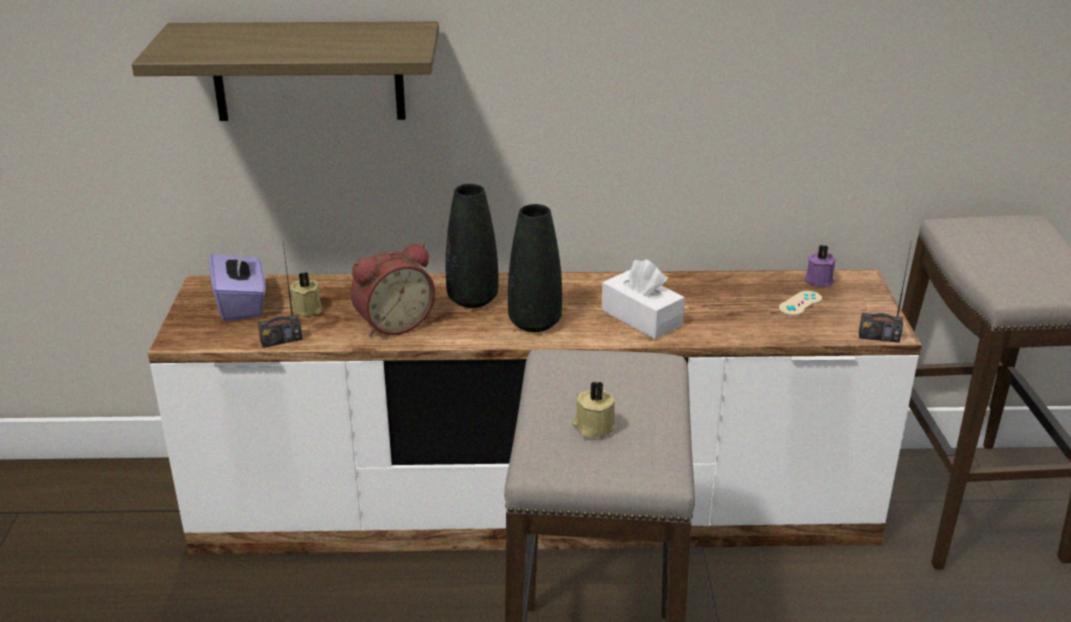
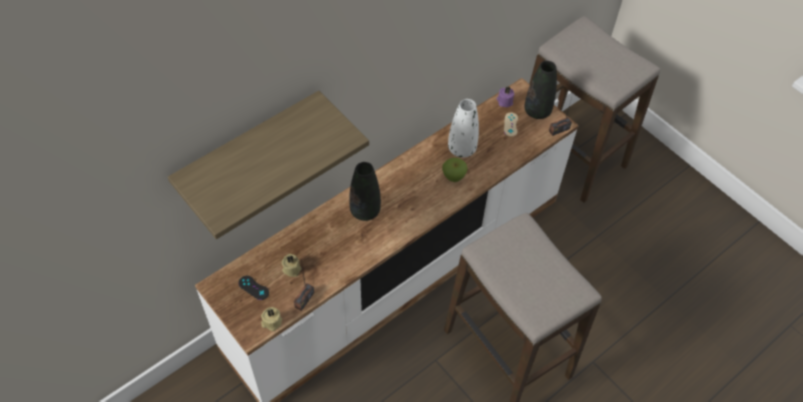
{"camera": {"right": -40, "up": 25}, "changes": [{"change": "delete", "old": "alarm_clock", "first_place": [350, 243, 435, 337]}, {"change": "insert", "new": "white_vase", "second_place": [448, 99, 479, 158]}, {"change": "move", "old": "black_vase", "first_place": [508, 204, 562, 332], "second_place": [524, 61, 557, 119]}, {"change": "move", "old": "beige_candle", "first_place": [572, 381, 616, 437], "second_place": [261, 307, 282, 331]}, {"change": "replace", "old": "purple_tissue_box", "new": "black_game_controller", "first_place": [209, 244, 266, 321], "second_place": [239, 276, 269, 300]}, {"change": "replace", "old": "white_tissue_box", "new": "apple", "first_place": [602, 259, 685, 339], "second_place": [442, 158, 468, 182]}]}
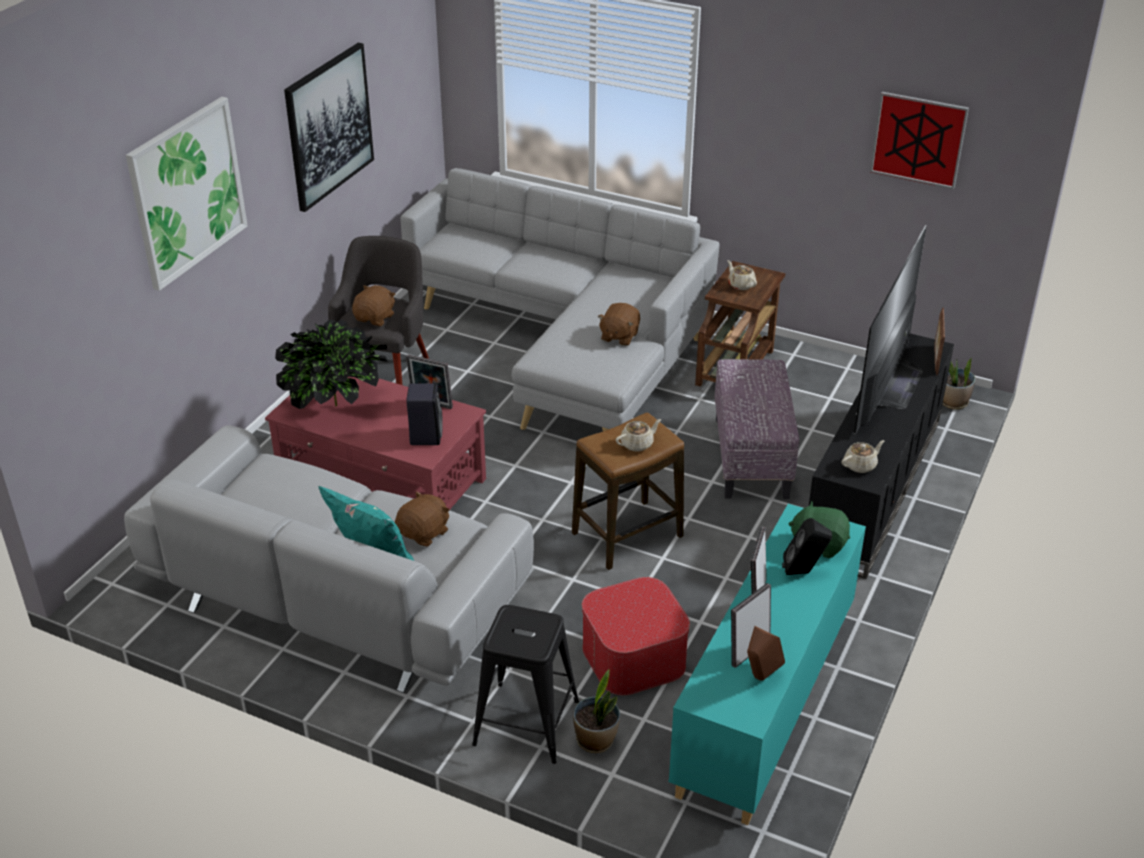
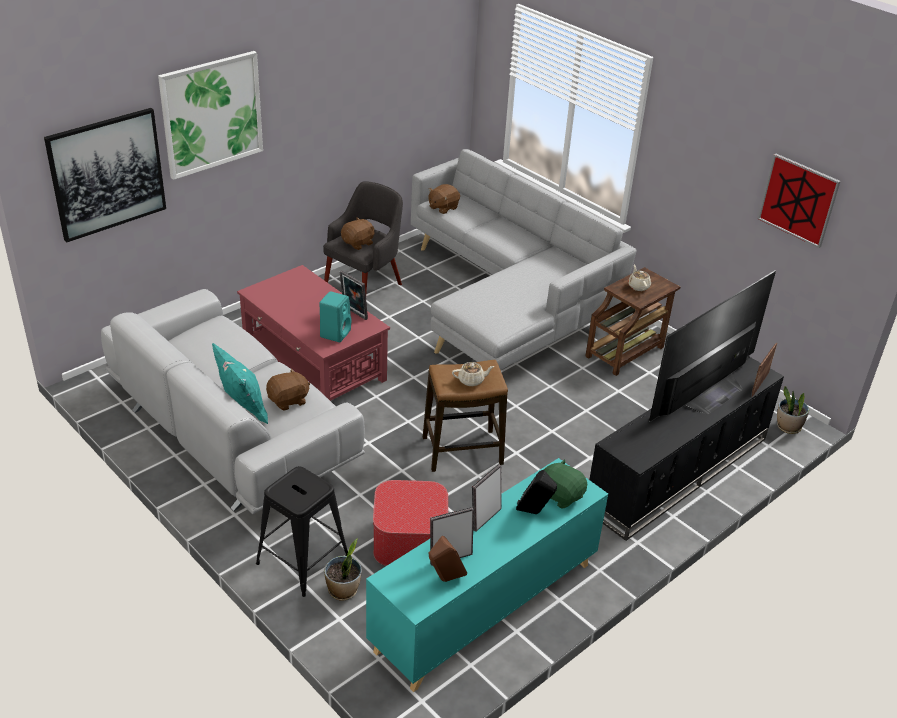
{"camera": {"right": 20, "up": 0}, "changes": [{"change": "delete", "old": "potted_plant", "first_place": [275, 319, 388, 409]}, {"change": "delete", "old": "ottoman", "first_place": [715, 359, 799, 499]}, {"change": "delete", "old": "beige_teapot", "first_place": [841, 440, 885, 473]}, {"change": "move", "old": "picture", "first_place": [284, 43, 374, 212], "second_place": [44, 108, 166, 242]}, {"change": "move", "old": "brown_plush_toy", "first_place": [598, 303, 640, 346], "second_place": [428, 184, 460, 214]}, {"change": "recolor", "old": "black_speaker", "new": "turquoise_speaker", "first_place": [406, 383, 443, 445], "second_place": [319, 291, 352, 342]}]}
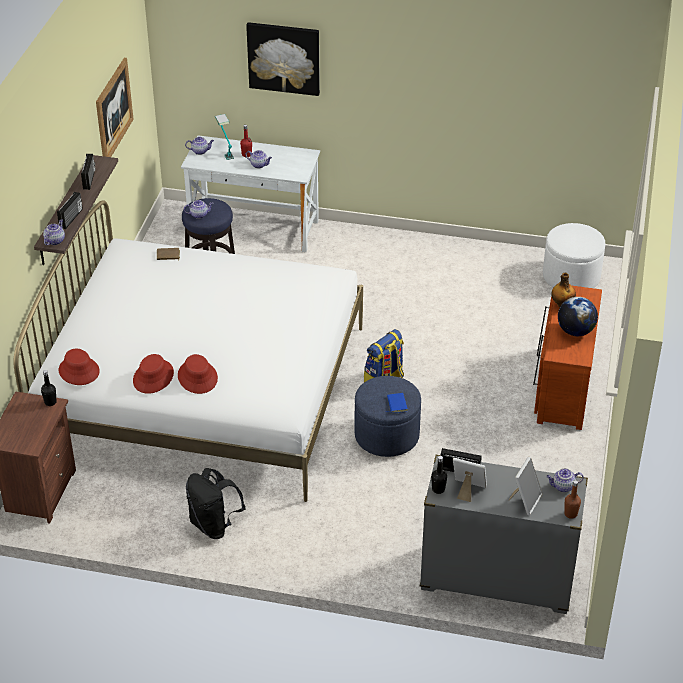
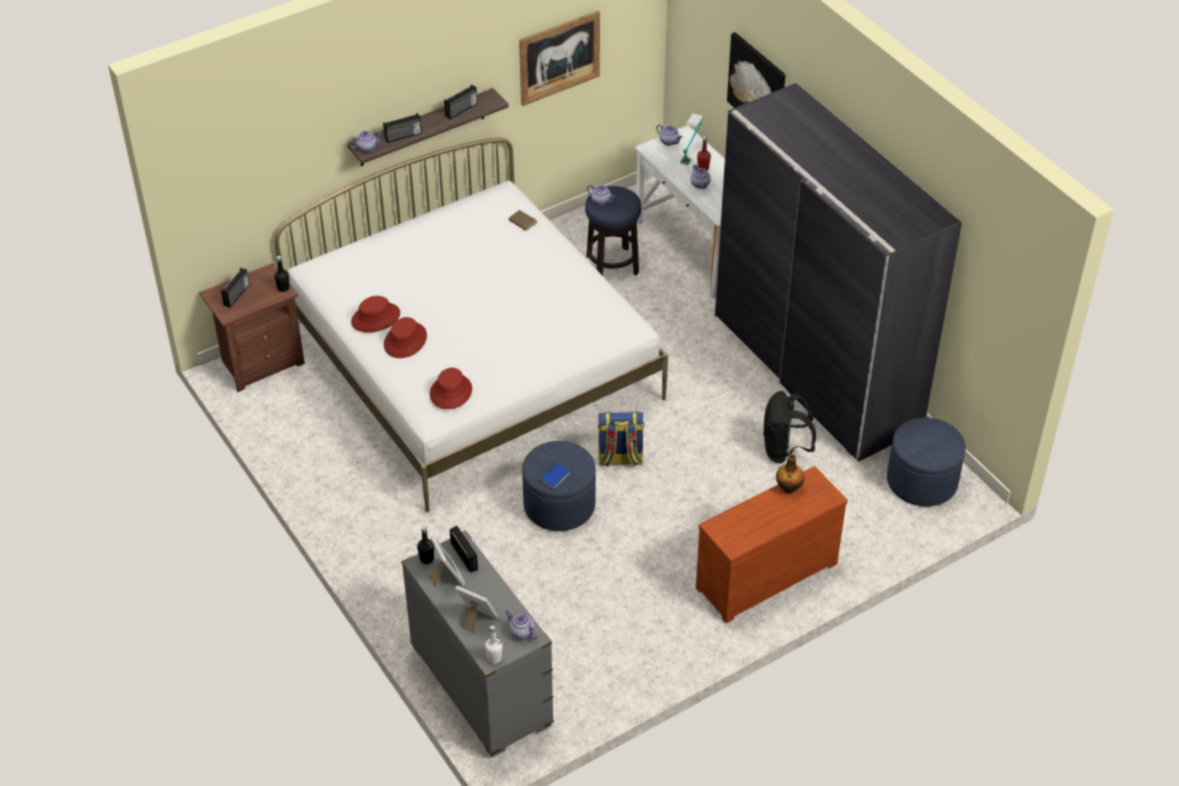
{"camera": {"right": 45, "up": 5}, "changes": [{"change": "delete", "old": "globe", "first_place": [558, 297, 598, 336]}, {"change": "insert", "new": "radio", "second_place": [221, 268, 250, 308]}, {"change": "insert", "new": "grey_wardrobe", "second_place": [715, 83, 962, 462]}, {"change": "move", "old": "red_hat", "first_place": [59, 349, 100, 385], "second_place": [430, 368, 472, 409]}, {"change": "move", "old": "black_backpack", "first_place": [186, 468, 246, 539], "second_place": [763, 391, 816, 464]}, {"change": "recolor", "old": "white_ottoman", "new": "blue_ottoman", "first_place": [543, 223, 606, 288], "second_place": [887, 417, 966, 506]}, {"change": "recolor", "old": "brown_bottle", "new": "white_bottle", "first_place": [564, 480, 581, 519], "second_place": [485, 625, 503, 664]}, {"change": "rotate", "old": "picture_frame", "first_place": [508, 457, 542, 515], "second_place": [455, 586, 498, 634], "degrees": -135}]}
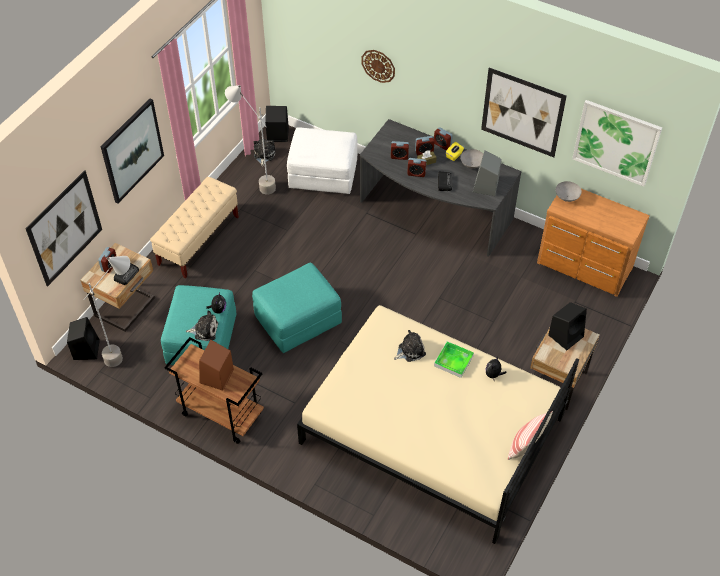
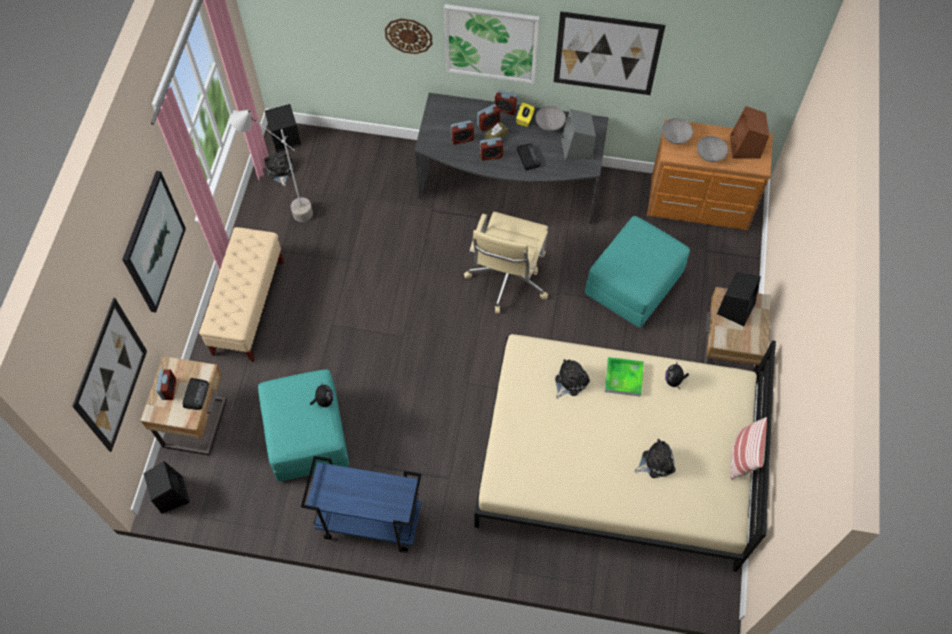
{"camera": {"right": -20, "up": 10}, "changes": [{"change": "delete", "old": "grey_floor_lamp", "first_place": [84, 256, 130, 367]}, {"change": "delete", "old": "white_ottoman", "first_place": [287, 127, 357, 194]}, {"change": "insert", "new": "beige_office_chair", "second_place": [464, 212, 548, 313]}, {"change": "insert", "new": "grey_bowl", "second_place": [697, 136, 728, 162]}, {"change": "move", "old": "plush_toy", "first_place": [186, 310, 218, 341], "second_place": [635, 439, 676, 478]}, {"change": "move", "old": "brown_speaker", "first_place": [199, 340, 234, 390], "second_place": [730, 106, 769, 159]}, {"change": "move", "old": "turquoise_ottoman", "first_place": [252, 263, 342, 353], "second_place": [585, 216, 690, 328]}, {"change": "move", "old": "picture", "first_place": [572, 100, 662, 187], "second_place": [444, 4, 540, 84]}, {"change": "recolor", "old": "brown_cart", "new": "blue_cart", "first_place": [164, 337, 264, 444], "second_place": [301, 456, 422, 553]}]}
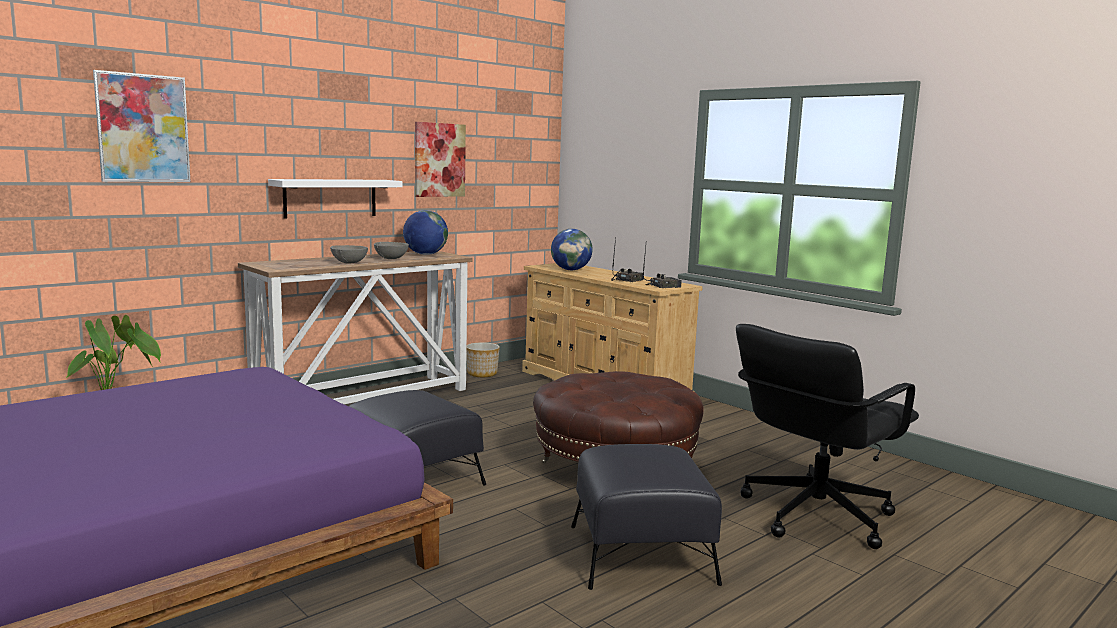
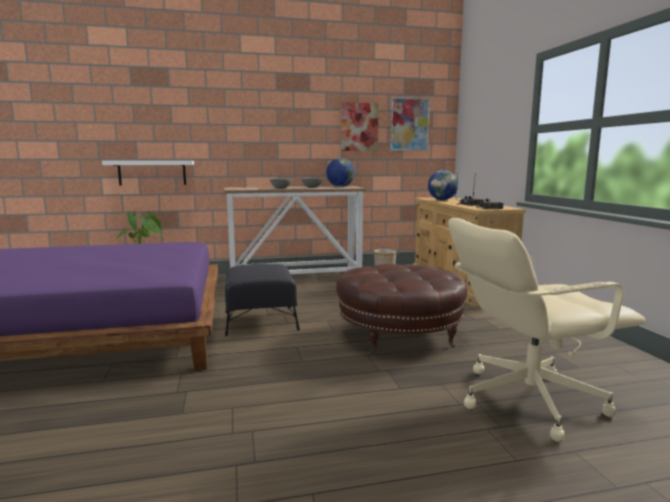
{"camera": {"right": 30, "up": 0}, "changes": [{"change": "delete", "old": "black_ottoman", "first_place": [571, 444, 722, 590]}, {"change": "move", "old": "picture", "first_place": [93, 70, 191, 182], "second_place": [390, 97, 430, 151]}, {"change": "move", "old": "white_shelf", "first_place": [268, 179, 403, 218], "second_place": [102, 161, 194, 185]}, {"change": "recolor", "old": "black_office_chair", "new": "beige_office_chair", "first_place": [736, 324, 919, 549], "second_place": [448, 218, 645, 442]}]}
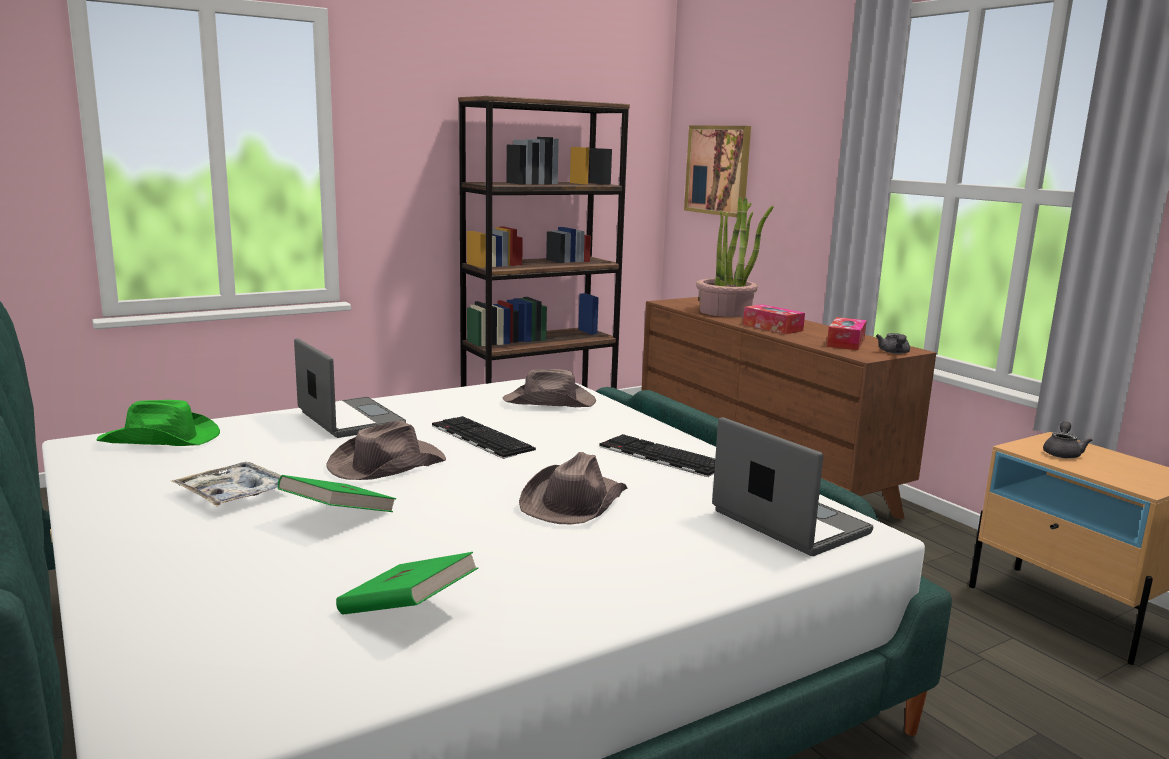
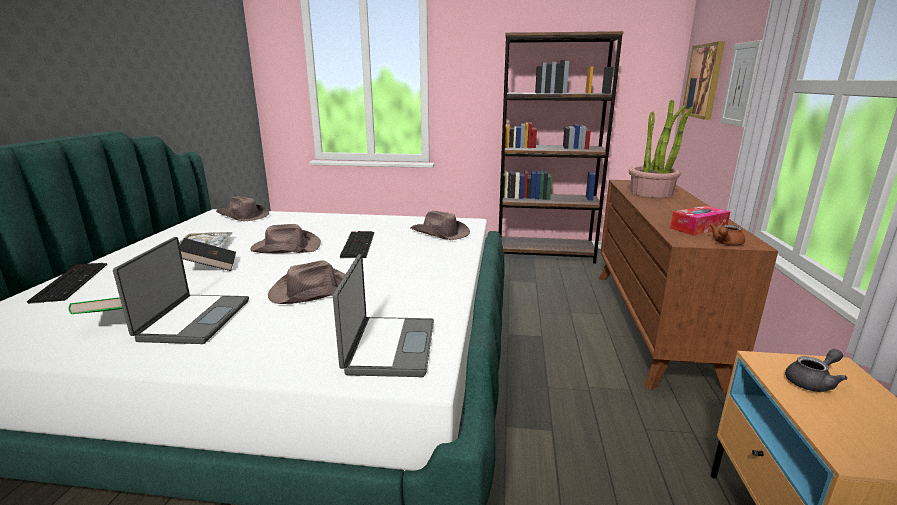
{"camera": {"right": 40, "up": 5}, "changes": [{"change": "delete", "old": "tissue_box", "first_place": [743, 304, 805, 334]}, {"change": "insert", "new": "picture", "second_place": [720, 40, 762, 127]}, {"change": "move", "old": "laptop", "first_place": [294, 338, 406, 438], "second_place": [113, 237, 249, 344]}, {"change": "move", "old": "keyboard", "first_place": [599, 434, 715, 477], "second_place": [27, 263, 107, 304]}, {"change": "recolor", "old": "green_hat", "new": "brown_hat", "first_place": [96, 400, 220, 446], "second_place": [216, 196, 269, 222]}, {"change": "recolor", "old": "green_book", "new": "black_book", "first_place": [278, 475, 396, 512], "second_place": [180, 238, 236, 271]}, {"change": "recolor", "old": "grey_teapot", "new": "brown_teapot", "first_place": [876, 333, 910, 354], "second_place": [710, 224, 745, 245]}]}
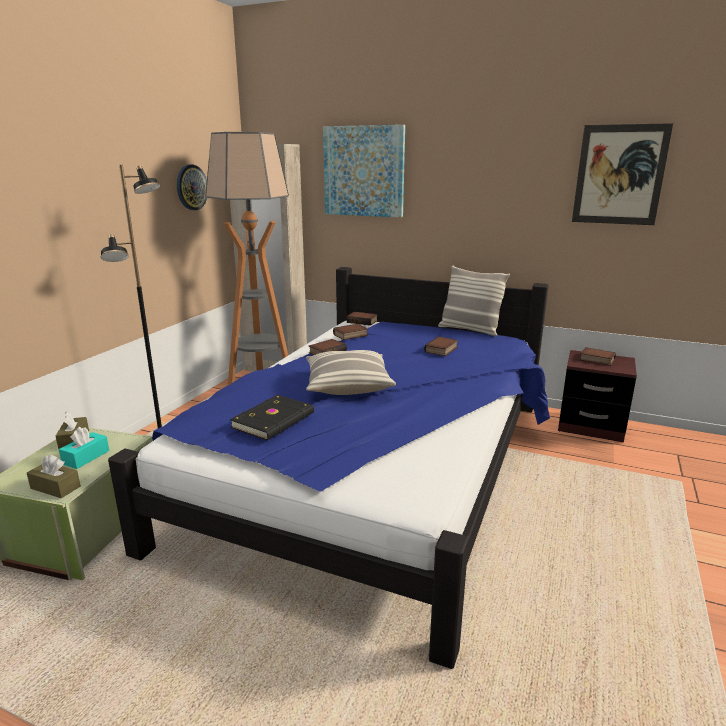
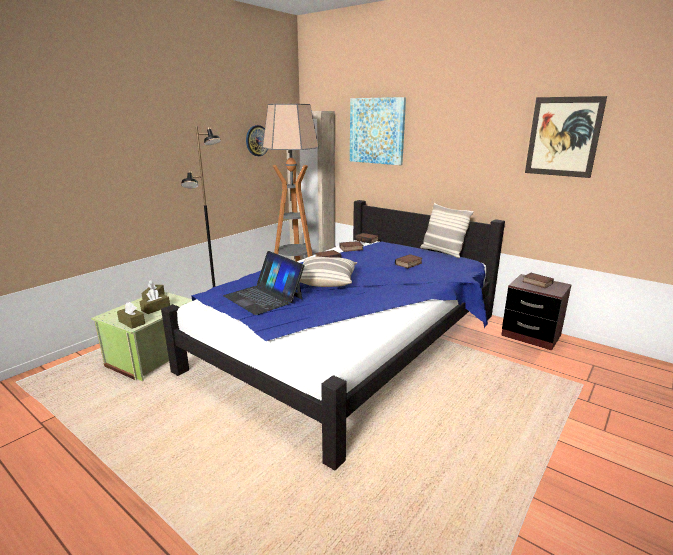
{"camera": {"right": 15, "up": 0}, "changes": [{"change": "replace", "old": "black_book", "new": "laptop", "first_place": [230, 395, 314, 440], "second_place": [223, 251, 304, 315]}, {"change": "recolor", "old": "turquoise_tissue_box", "new": "brown_tissue_box", "first_place": [59, 427, 109, 469], "second_place": [140, 289, 170, 314]}]}
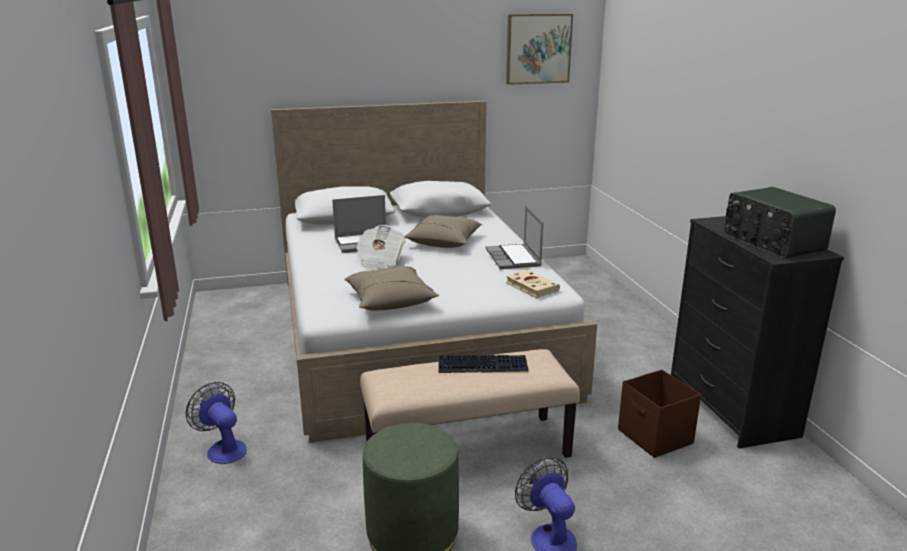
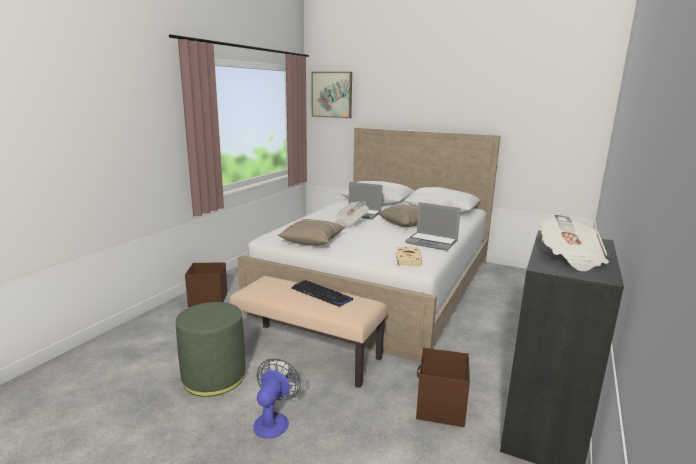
{"camera": {"right": 40, "up": -5}, "changes": [{"change": "move", "old": "picture", "first_place": [506, 14, 573, 85], "second_place": [311, 72, 352, 118]}, {"change": "replace", "old": "fan", "new": "brown_storage_box", "first_place": [186, 382, 247, 464], "second_place": [185, 262, 228, 307]}, {"change": "replace", "old": "radio", "new": "newspaper", "first_place": [724, 187, 836, 259], "second_place": [541, 214, 609, 271]}, {"change": "rotate", "old": "laptop", "first_place": [486, 205, 543, 269], "second_place": [405, 202, 461, 251], "degrees": -90}]}
